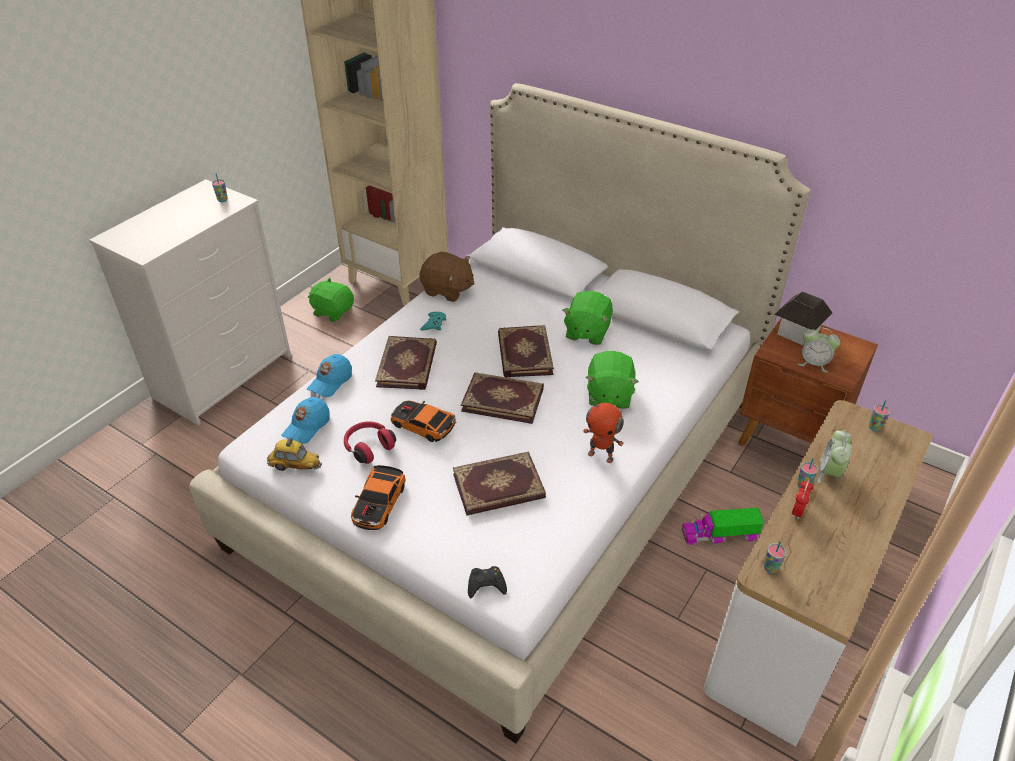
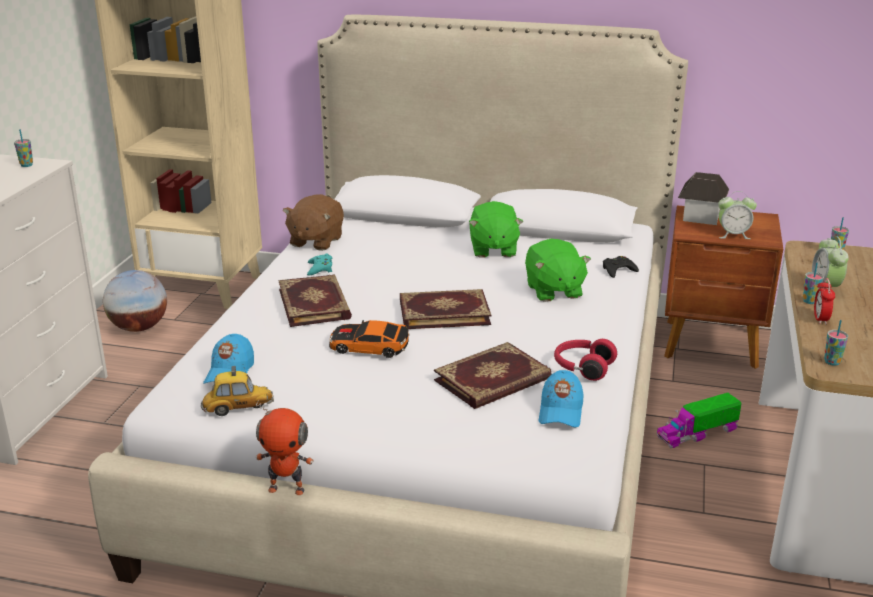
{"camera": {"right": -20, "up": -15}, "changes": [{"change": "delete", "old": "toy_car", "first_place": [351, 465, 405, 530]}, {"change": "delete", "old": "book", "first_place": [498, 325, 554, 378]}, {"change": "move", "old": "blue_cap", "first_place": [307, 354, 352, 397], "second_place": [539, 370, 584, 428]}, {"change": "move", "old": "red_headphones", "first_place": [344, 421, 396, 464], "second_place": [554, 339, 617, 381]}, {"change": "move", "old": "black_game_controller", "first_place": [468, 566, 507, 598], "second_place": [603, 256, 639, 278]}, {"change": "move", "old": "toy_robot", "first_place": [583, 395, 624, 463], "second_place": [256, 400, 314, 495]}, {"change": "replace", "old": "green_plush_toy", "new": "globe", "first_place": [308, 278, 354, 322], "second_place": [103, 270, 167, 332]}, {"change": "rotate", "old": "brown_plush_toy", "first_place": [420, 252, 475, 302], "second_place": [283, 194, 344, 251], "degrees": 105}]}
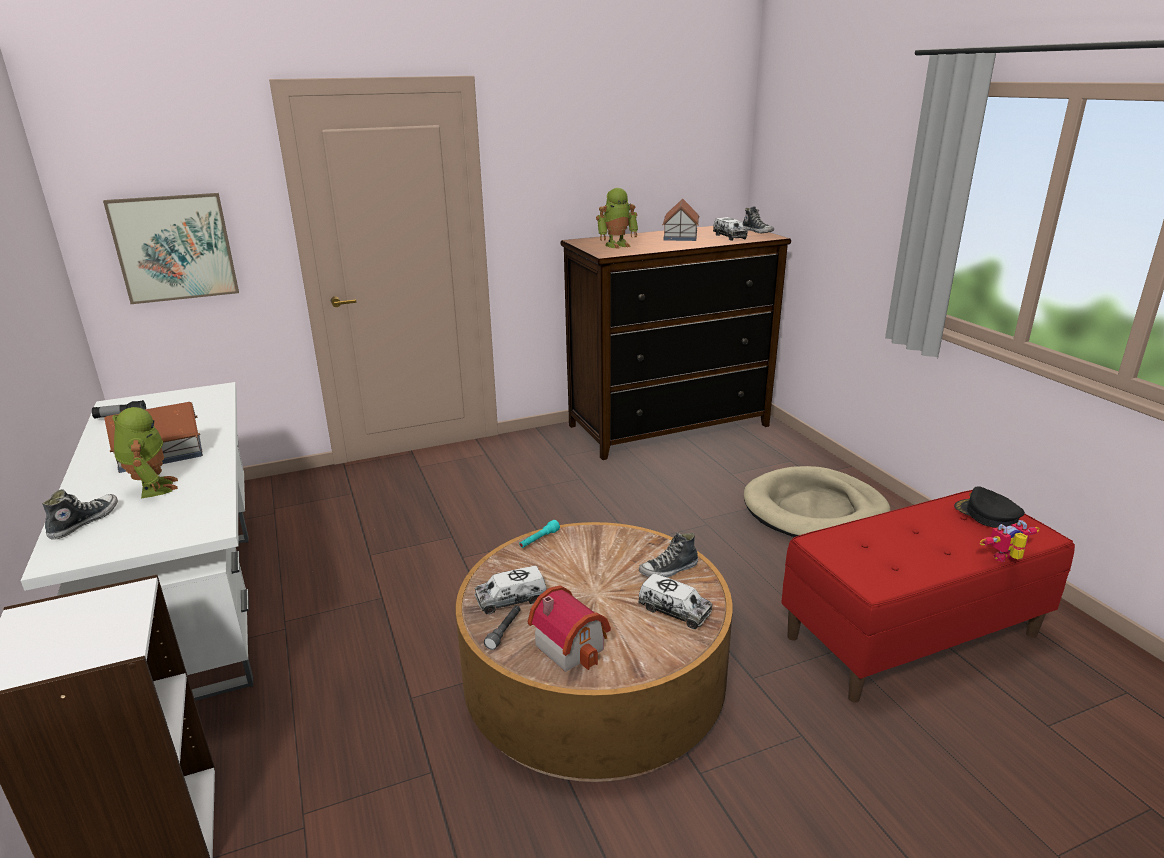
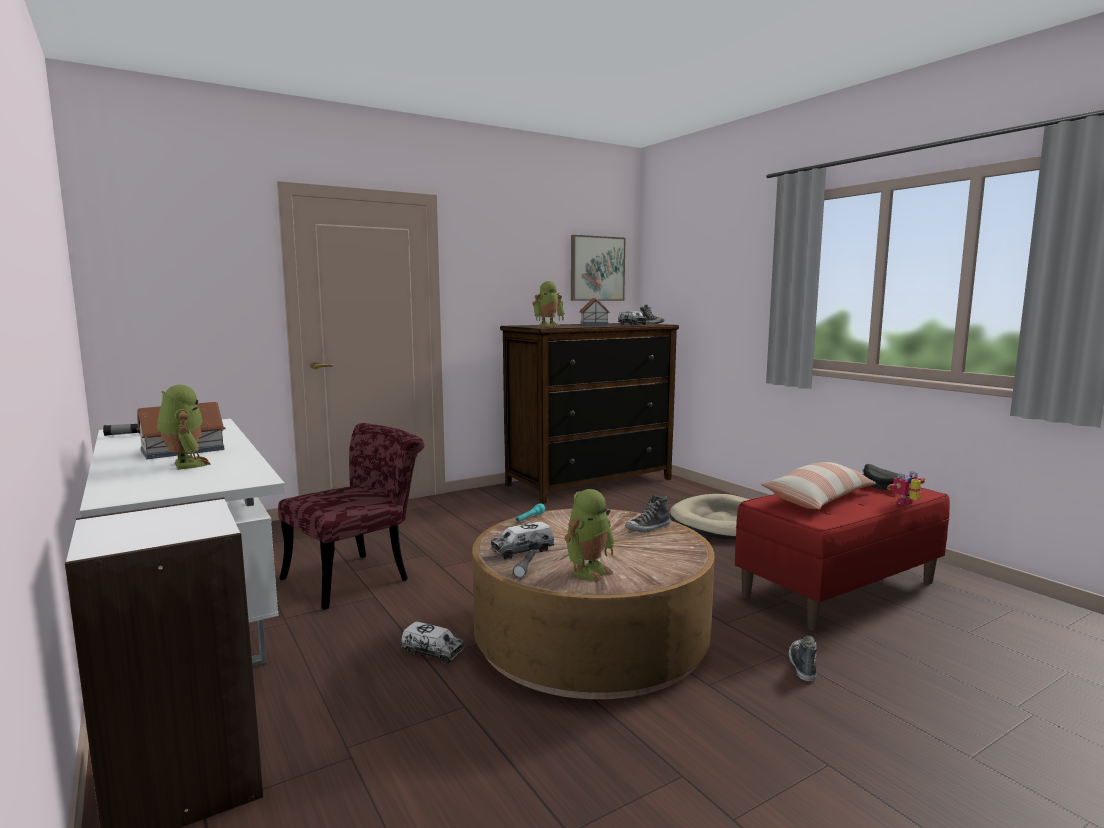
{"camera": {"right": -10, "up": -15}, "changes": [{"change": "insert", "new": "red_chair", "second_place": [278, 423, 424, 610]}, {"change": "insert", "new": "pillow", "second_place": [761, 462, 876, 510]}, {"change": "move", "old": "shoe", "first_place": [42, 490, 118, 540], "second_place": [789, 636, 817, 681]}, {"change": "move", "old": "picture", "first_place": [103, 193, 239, 304], "second_place": [571, 235, 626, 301]}, {"change": "move", "old": "toy_truck", "first_place": [638, 573, 713, 629], "second_place": [401, 621, 464, 664]}, {"change": "replace", "old": "toy_house", "new": "toy_robot", "first_place": [528, 586, 611, 672], "second_place": [565, 489, 615, 581]}]}
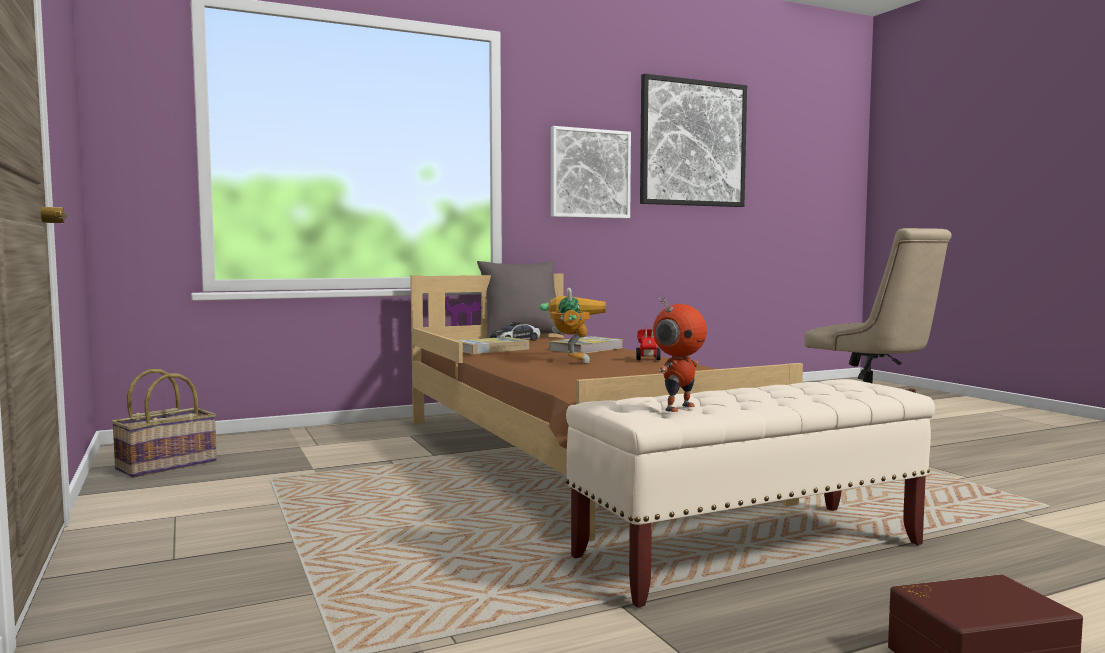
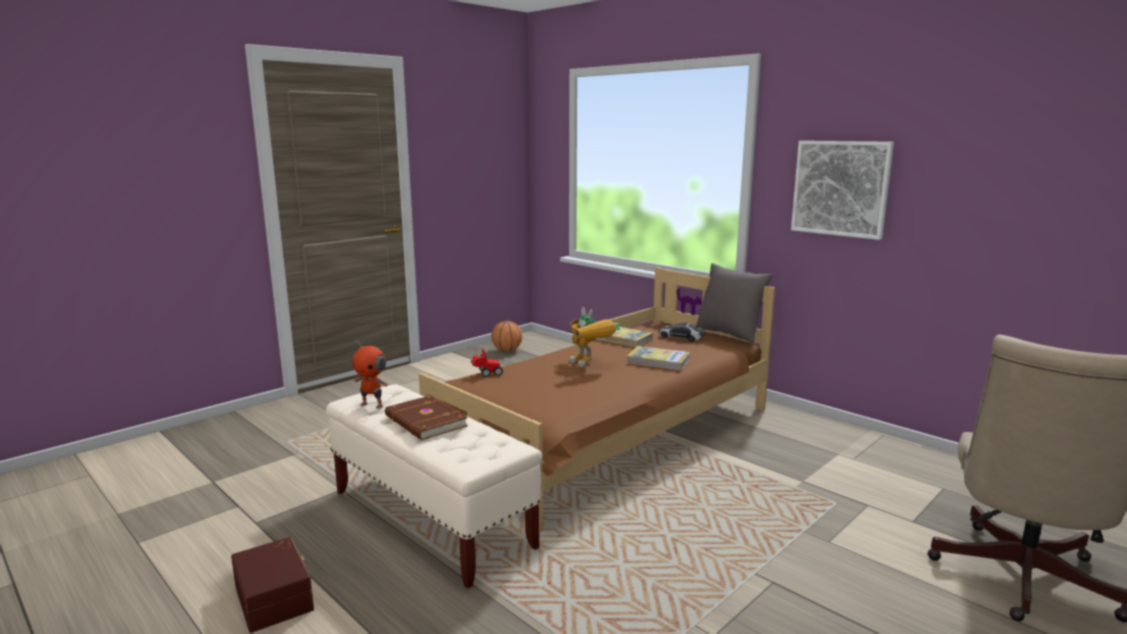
{"camera": {"right": 70, "up": 10}, "changes": [{"change": "delete", "old": "picture", "first_place": [640, 74, 747, 207]}, {"change": "insert", "new": "brown_book", "second_place": [385, 395, 468, 440]}, {"change": "move", "old": "toy_car", "first_place": [636, 327, 661, 360], "second_place": [471, 348, 503, 377]}, {"change": "replace", "old": "basket", "new": "basketball", "first_place": [111, 369, 217, 478], "second_place": [491, 321, 522, 352]}, {"change": "rotate", "old": "toy_robot", "first_place": [540, 288, 606, 363], "second_place": [569, 307, 620, 367], "degrees": 75}]}
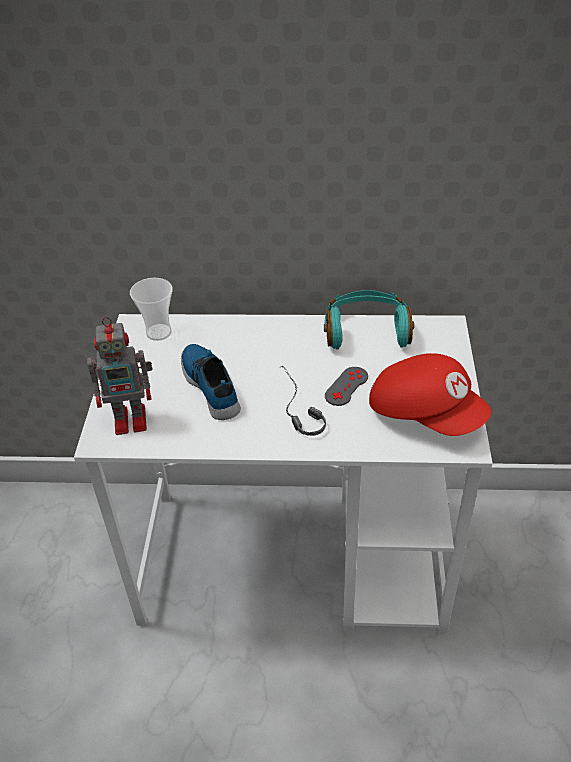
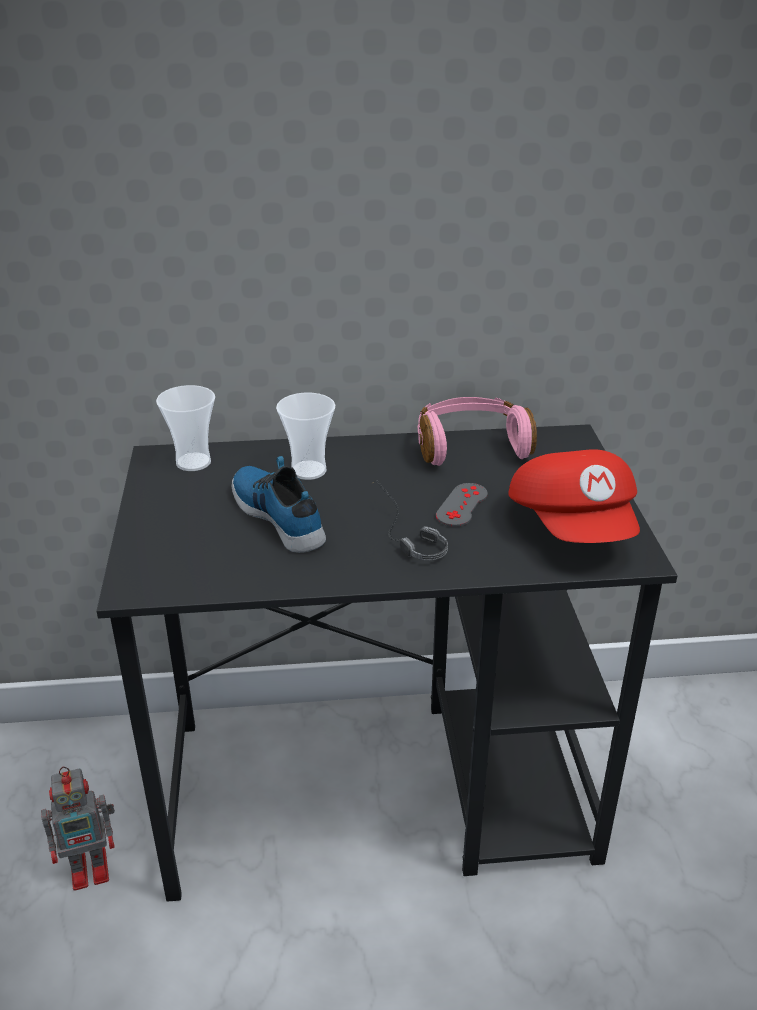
{"camera": {"right": -10, "up": -10}, "changes": [{"change": "insert", "new": "cup", "second_place": [276, 393, 335, 480]}, {"change": "move", "old": "toy_robot", "first_place": [87, 317, 152, 435], "second_place": [41, 767, 115, 891]}, {"change": "recolor", "old": "white_desk", "new": "black_desk", "first_place": [74, 314, 493, 634], "second_place": [96, 424, 677, 902]}, {"change": "recolor", "old": "turquoise_headphones", "new": "pink_headphones", "first_place": [324, 290, 414, 349], "second_place": [418, 397, 537, 466]}, {"change": "rotate", "old": "red_cap", "first_place": [369, 353, 491, 436], "second_place": [508, 449, 640, 543], "degrees": 45}]}
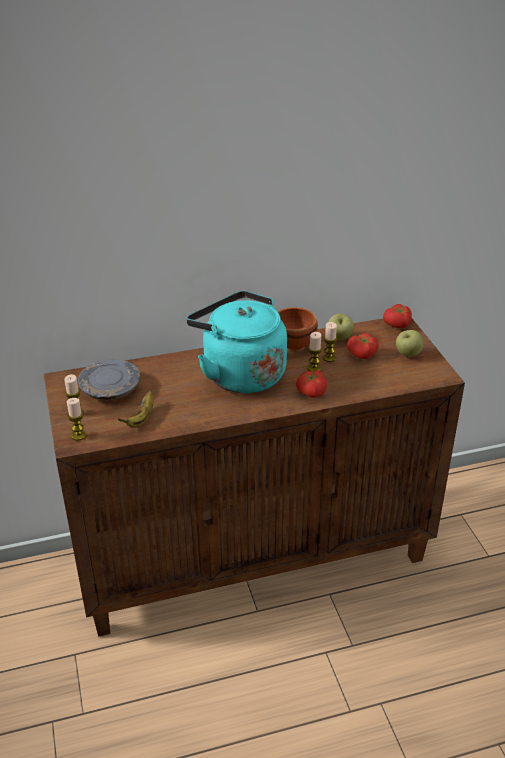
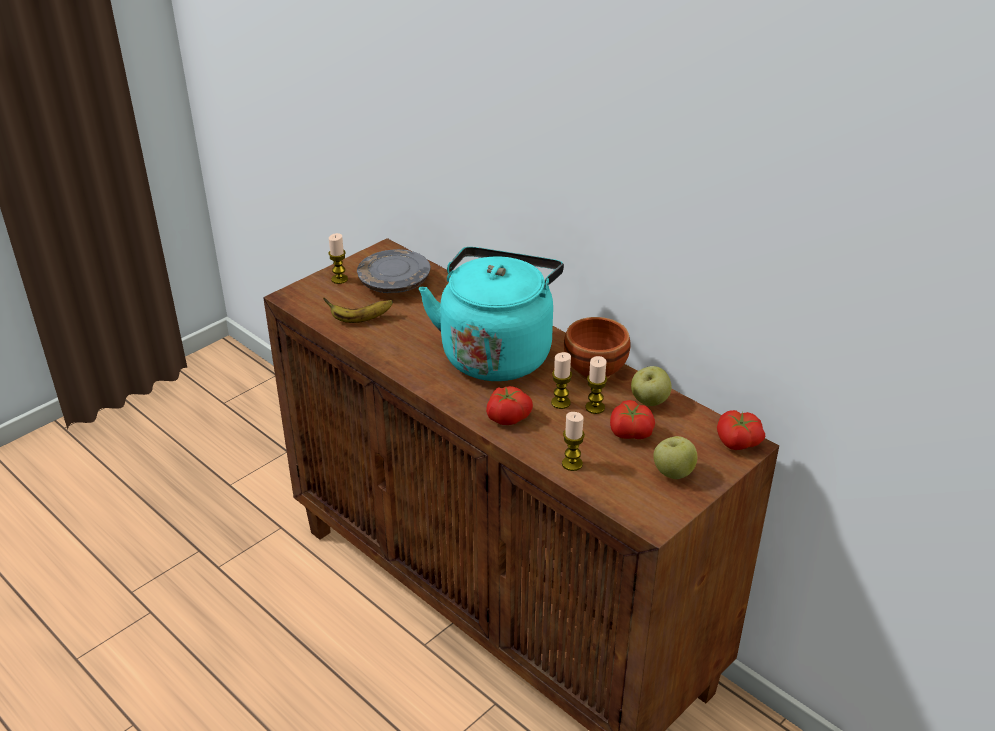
{"camera": {"right": 60, "up": 0}, "changes": [{"change": "move", "old": "candle", "first_place": [67, 398, 86, 441], "second_place": [562, 412, 585, 471]}]}
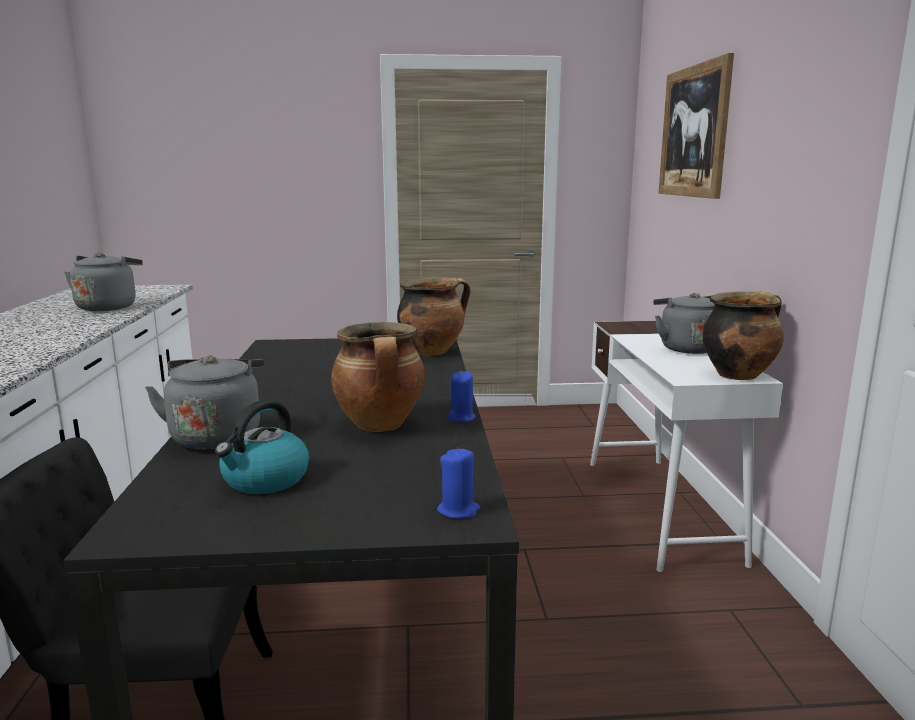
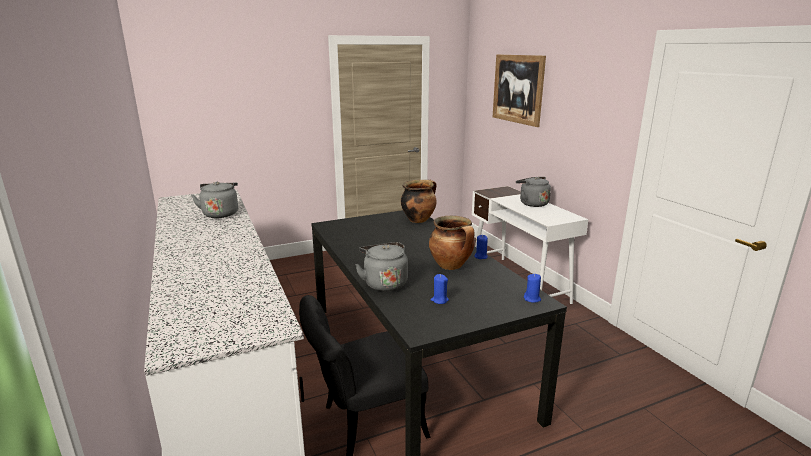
{"camera": {"right": -20, "up": 5}, "changes": [{"change": "delete", "old": "cooking_pot", "first_place": [702, 291, 784, 380]}, {"change": "replace", "old": "kettle", "new": "blue_candle", "first_place": [215, 399, 309, 494], "second_place": [431, 274, 449, 304]}]}
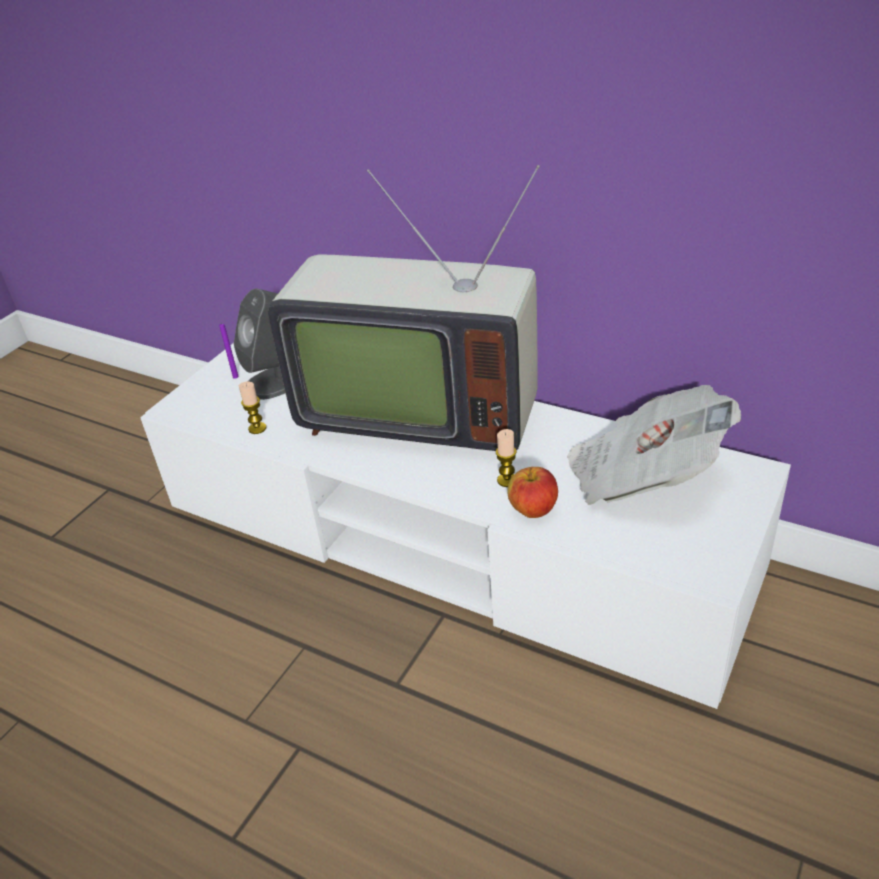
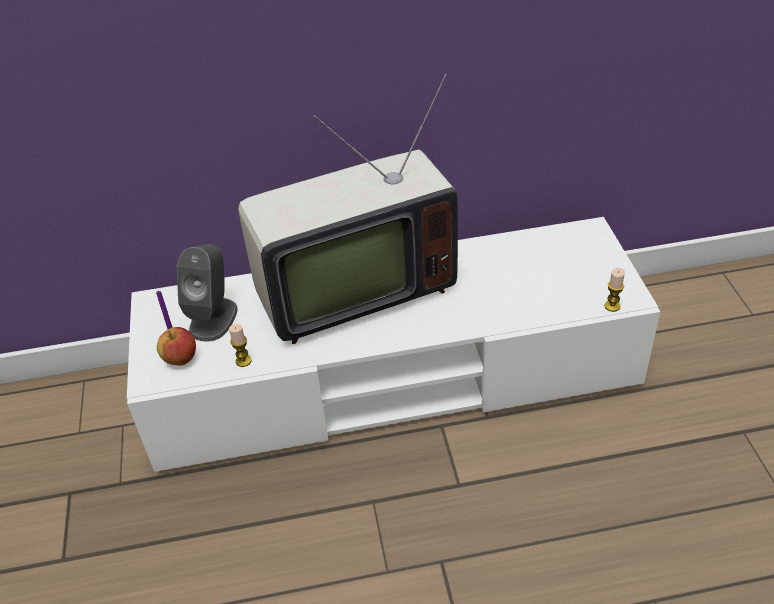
{"camera": {"right": -40, "up": 5}, "changes": [{"change": "delete", "old": "newspaper", "first_place": [567, 385, 741, 505]}, {"change": "move", "old": "candle", "first_place": [496, 429, 517, 487], "second_place": [604, 268, 625, 312]}, {"change": "move", "old": "apple", "first_place": [507, 467, 558, 518], "second_place": [157, 327, 196, 366]}]}
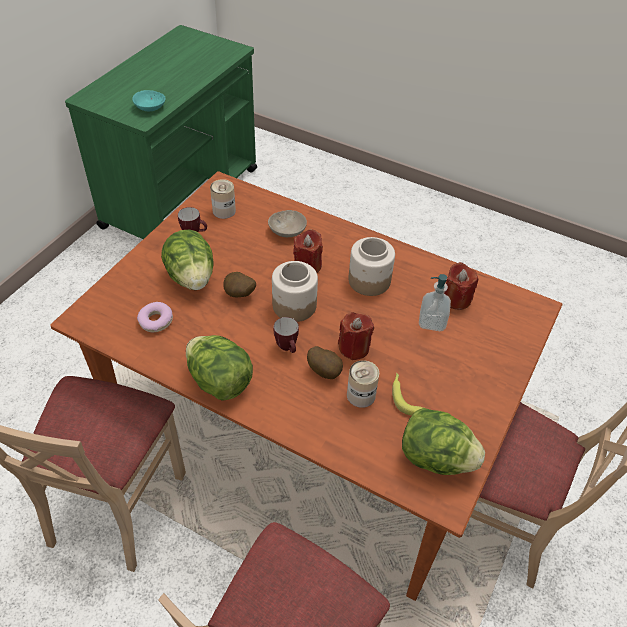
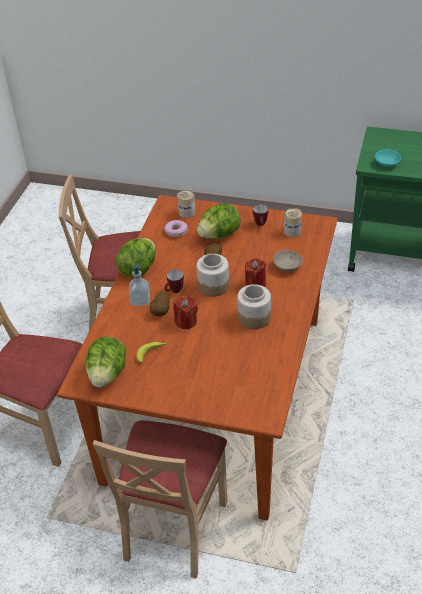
{"camera": {"right": 80, "up": -5}, "changes": [{"change": "delete", "old": "red_candle", "first_place": [444, 262, 478, 310]}, {"change": "move", "old": "can", "first_place": [347, 360, 379, 408], "second_place": [177, 190, 195, 218]}, {"change": "move", "old": "soap_dispenser", "first_place": [419, 274, 451, 331], "second_place": [129, 263, 150, 306]}]}
